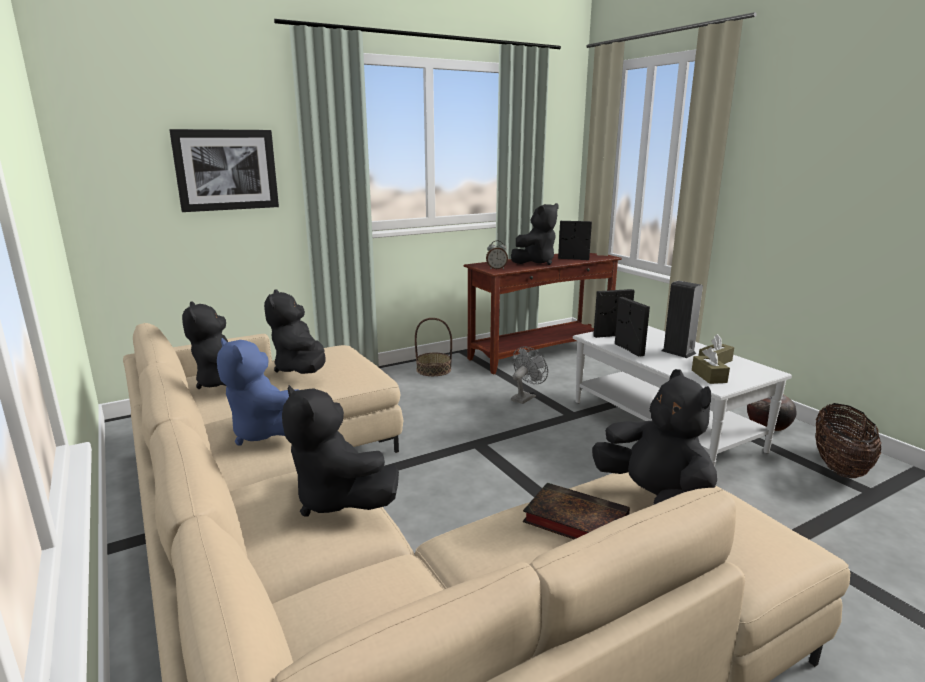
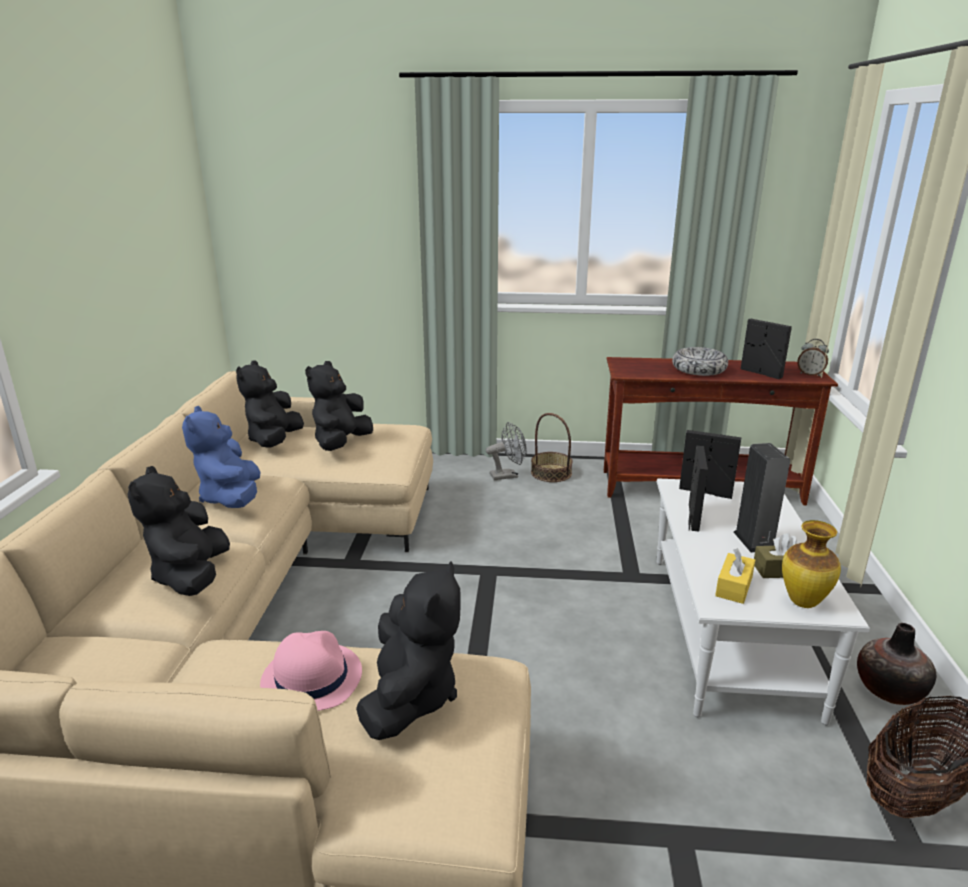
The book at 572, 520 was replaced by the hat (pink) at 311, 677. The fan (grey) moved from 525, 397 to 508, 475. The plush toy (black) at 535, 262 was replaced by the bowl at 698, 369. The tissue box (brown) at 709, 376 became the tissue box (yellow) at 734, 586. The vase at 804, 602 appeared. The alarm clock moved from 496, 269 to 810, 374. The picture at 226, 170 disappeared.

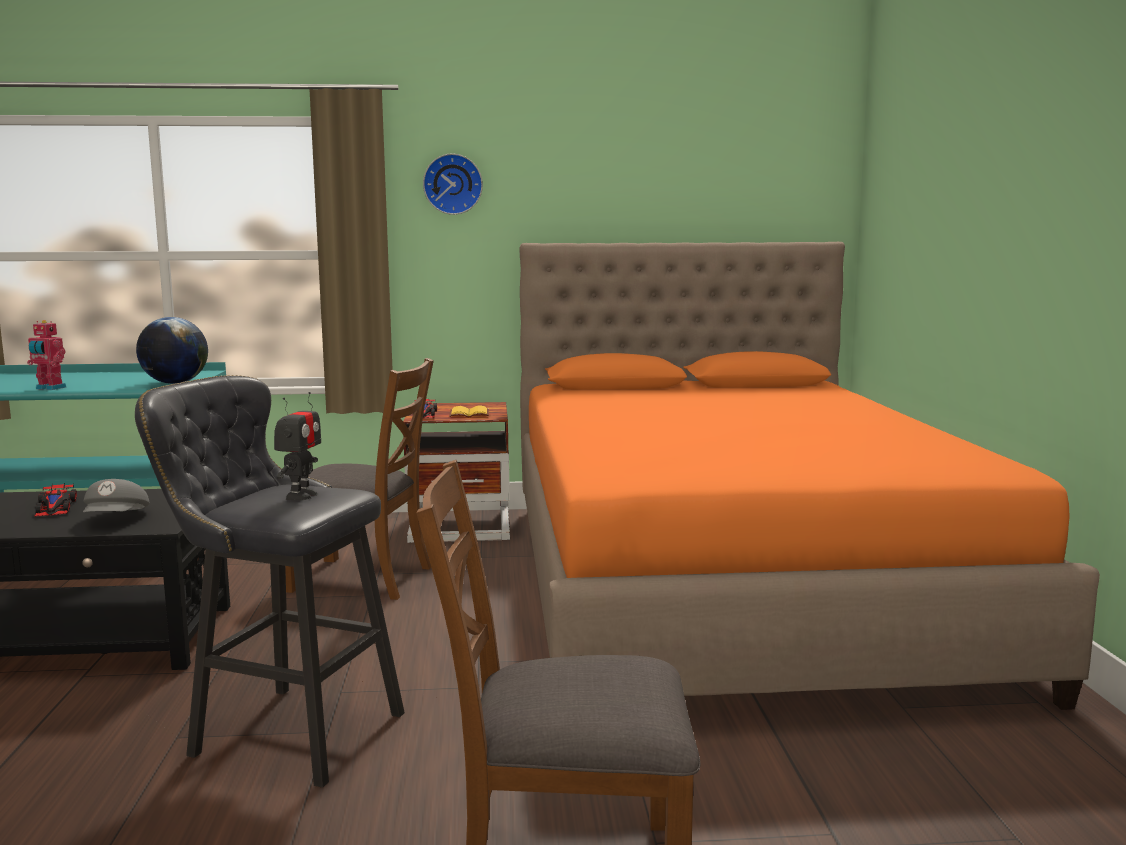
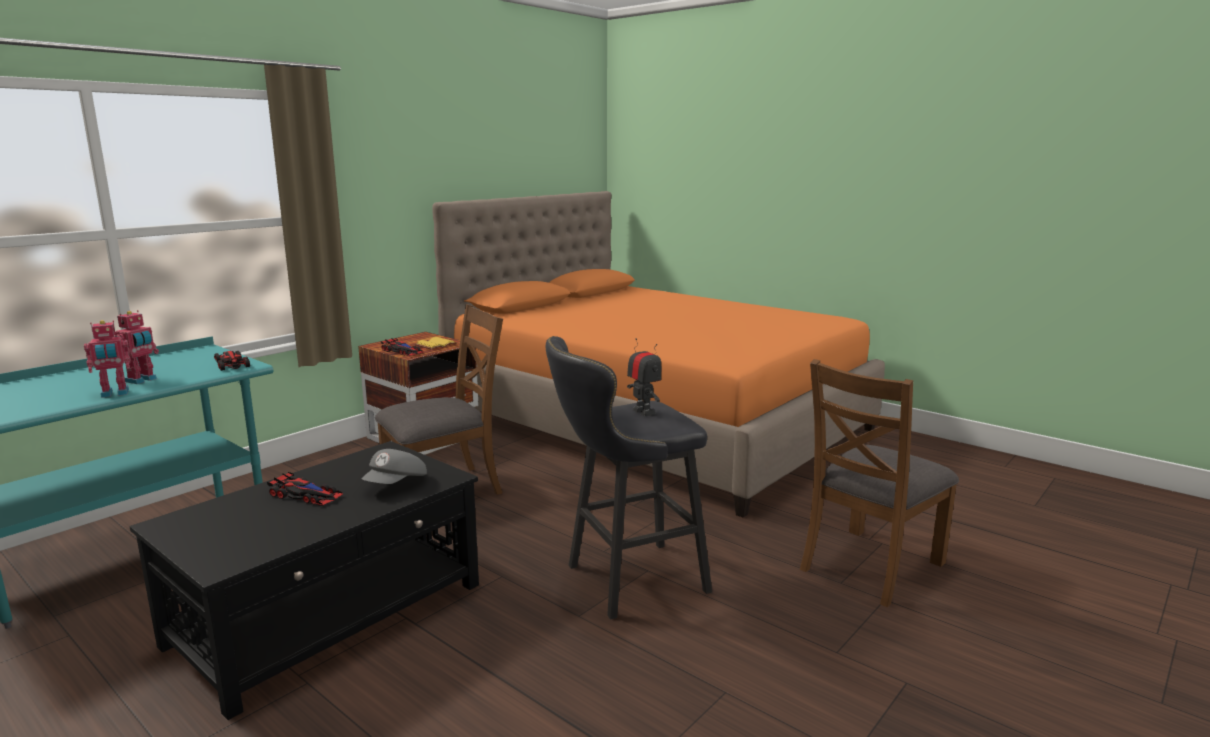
The toy robot at 142, 380 appeared. The globe at 175, 383 was replaced by the toy car at 231, 363. The cap (grey) at 117, 519 turned 75 degrees clockwise. The wall clock at 453, 184 disappeared.

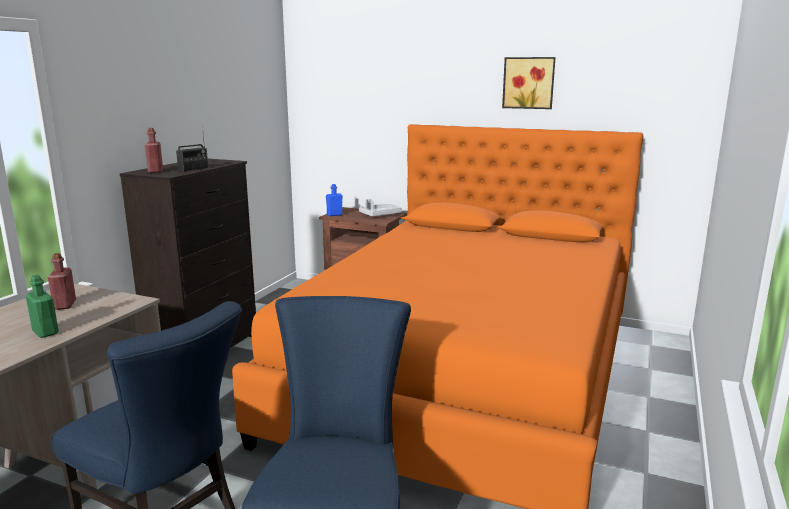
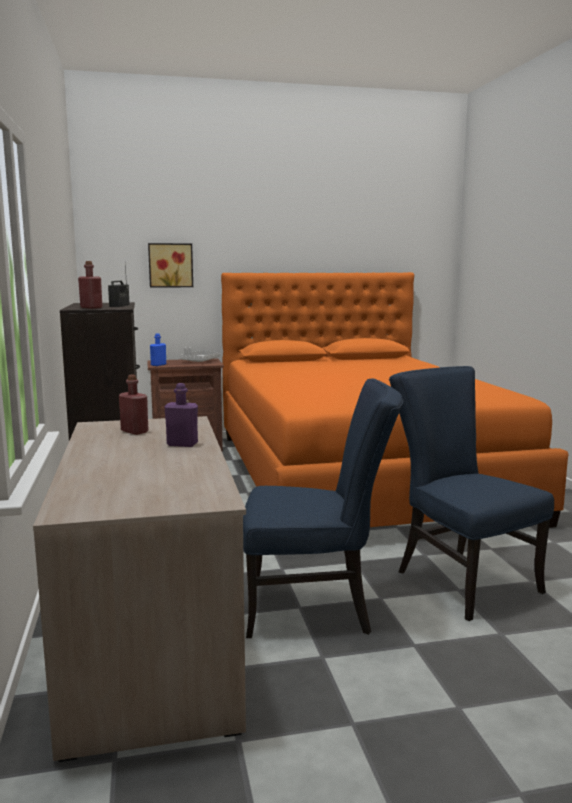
The picture moved from 528, 83 to 170, 265. The bottle (green) at 45, 332 became the bottle (purple) at 182, 444.

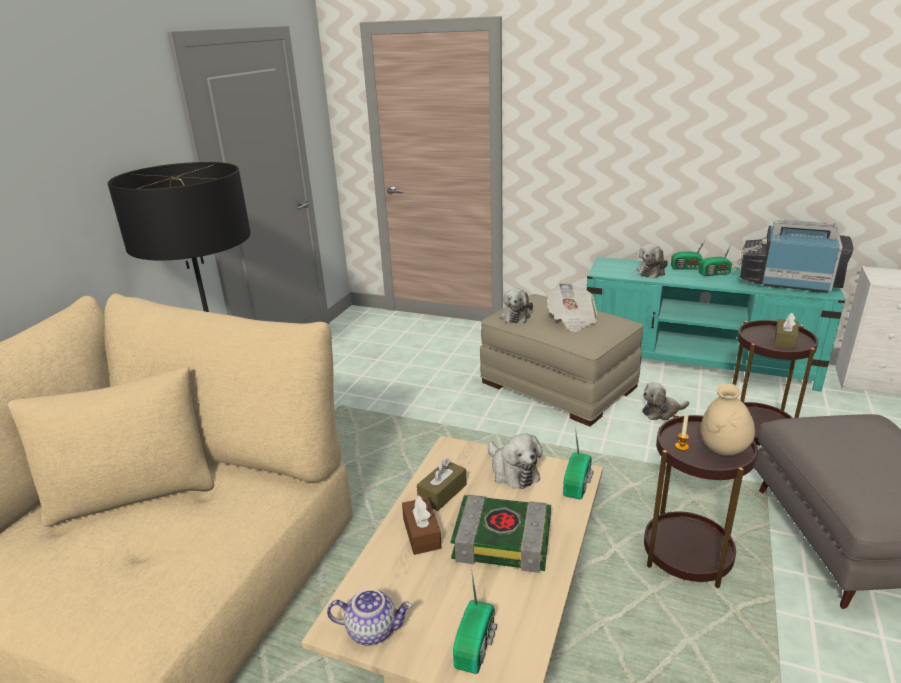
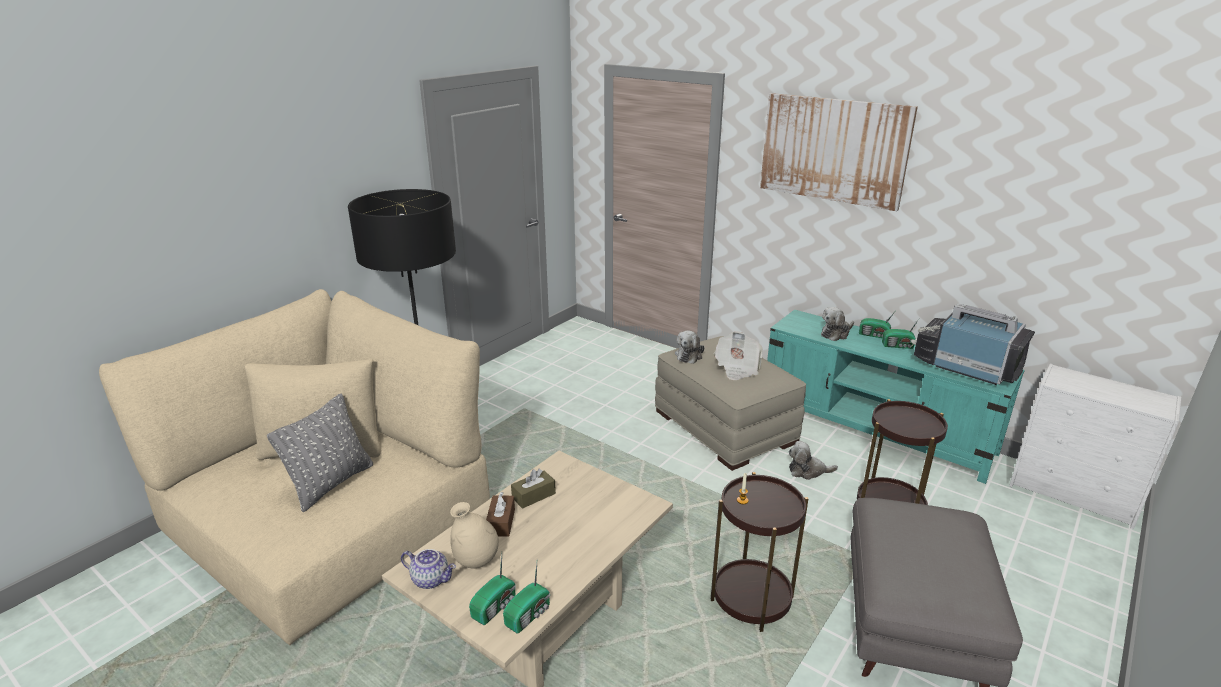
The pillow (grey) at 331, 484 appeared. The vase (beige) moved from 723, 450 to 476, 562. The radio moved from 578, 483 to 529, 615. The picture at 833, 150 appeared. The book at 504, 539 disappeared. The plush toy at 512, 471 disappeared. The tissue box (brown) at 784, 340 disappeared.

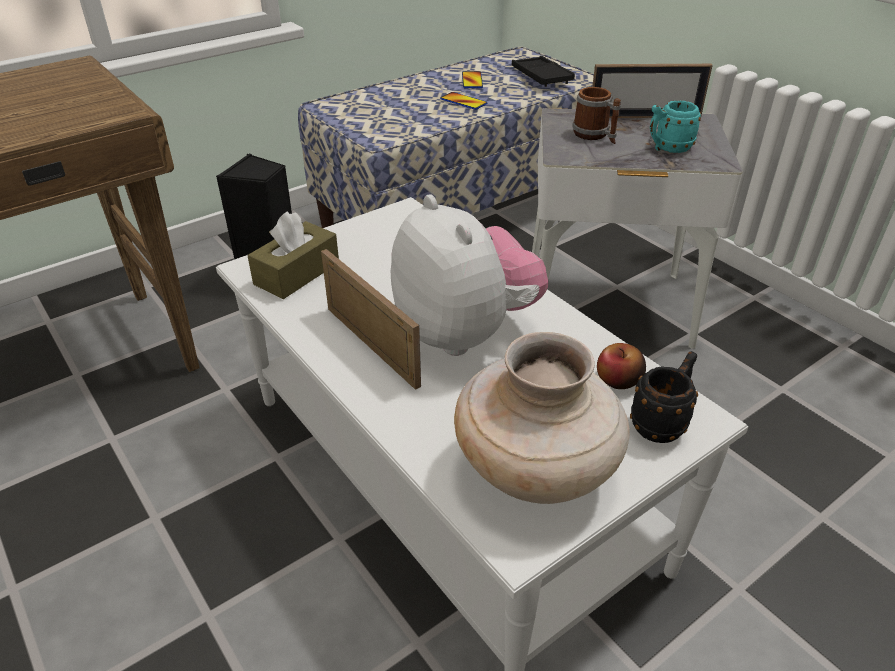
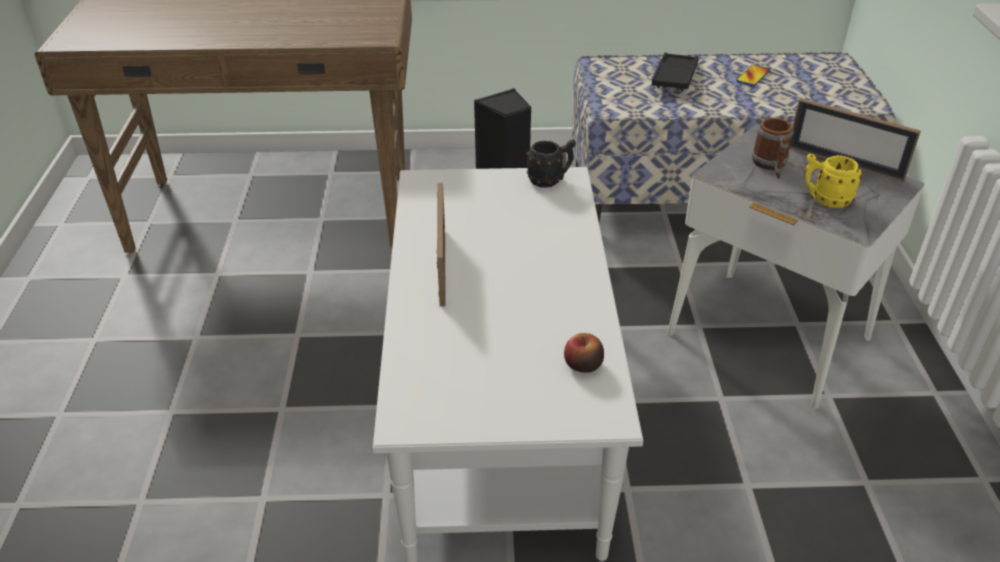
The mug (black) moved from 662, 422 to 550, 180. The tray (black) moved from 541, 77 to 674, 77. The mug (turquoise) at 667, 148 became the mug (yellow) at 824, 199. The tissue box (brown) at 297, 273 disappeared. The plush toy at 465, 332 disappeared. The phone at 463, 102 disappeared. The vase (beige) at 537, 471 disappeared.

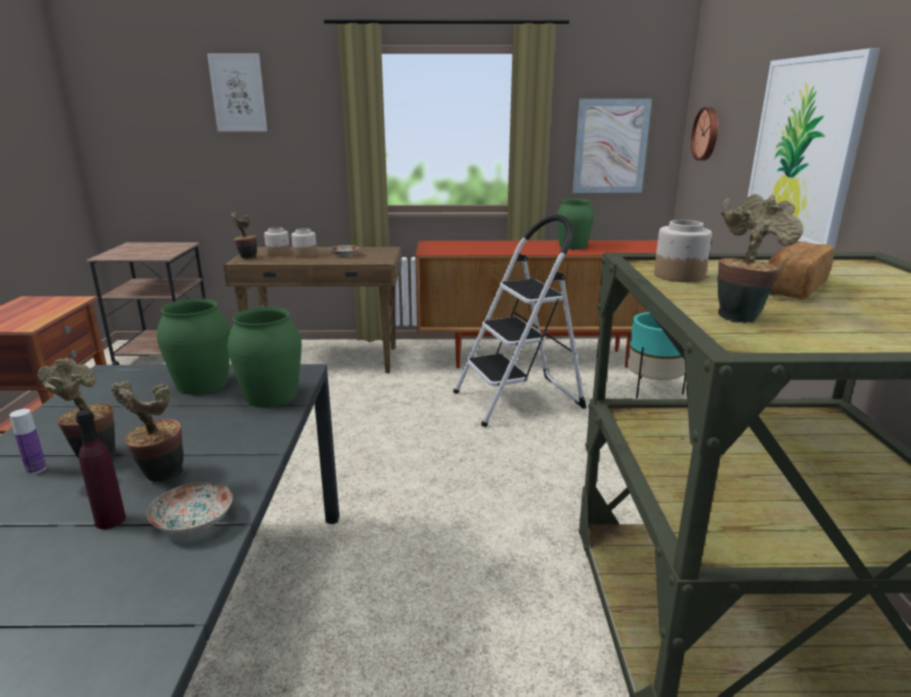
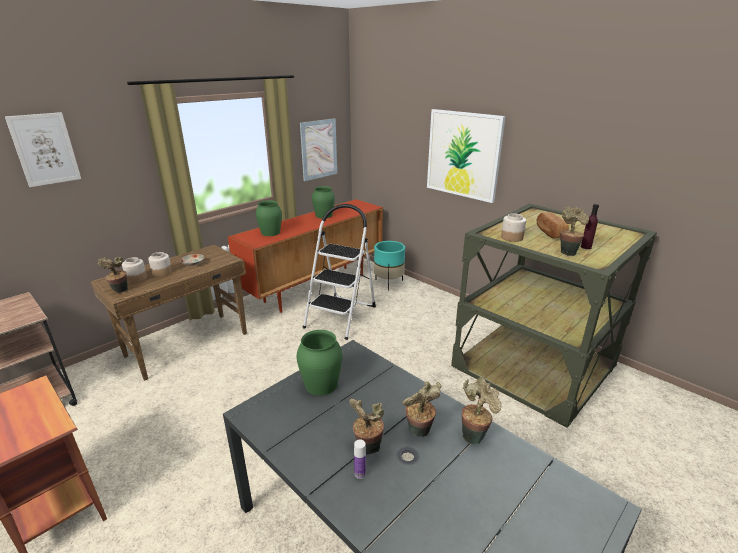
The vase (green) moved from 270, 395 to 270, 233. The plate at 194, 520 was replaced by the potted plant at 474, 435. The bottle (purple) moved from 110, 520 to 586, 247. The wall clock at 707, 134 disappeared.

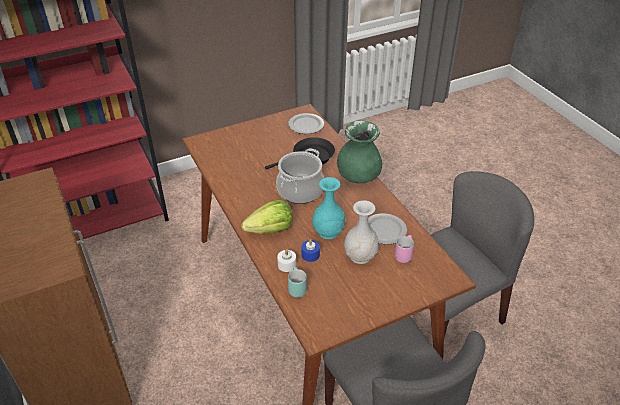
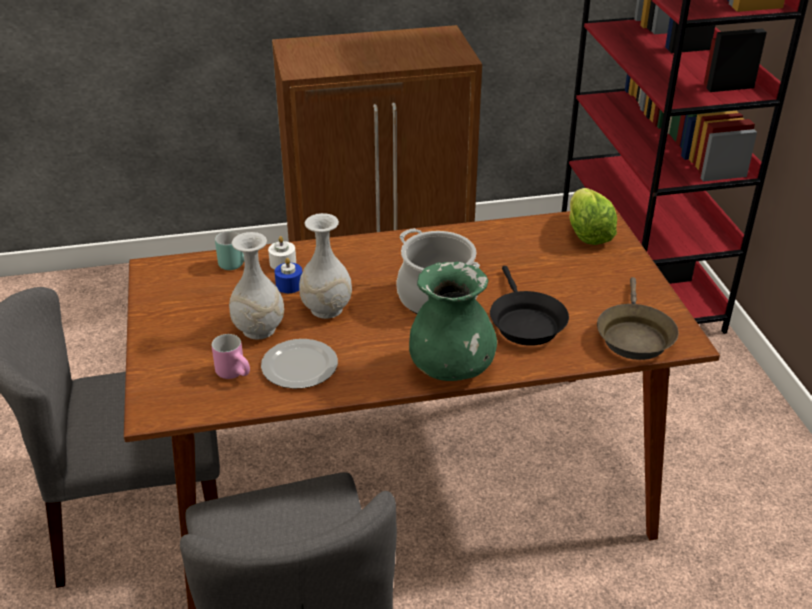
The vase (turquoise) at 328, 232 became the vase (white) at 326, 309. The lettuce moved from 271, 230 to 587, 234. The plate at 306, 125 was replaced by the frying pan (brown) at 633, 336.

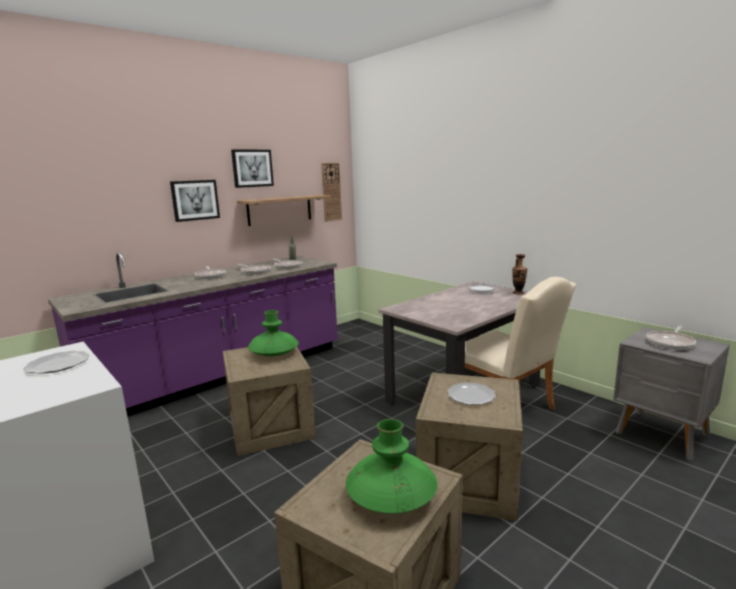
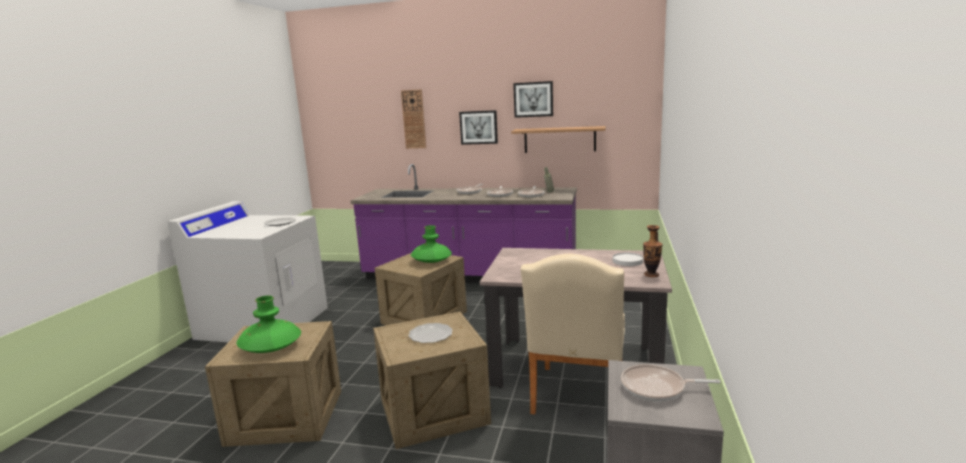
The wall clock moved from 331, 192 to 414, 119.

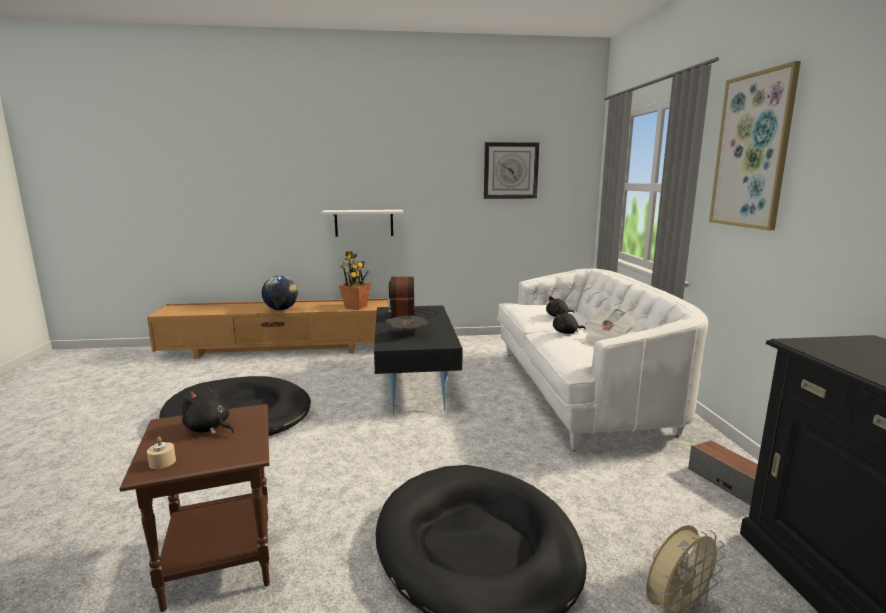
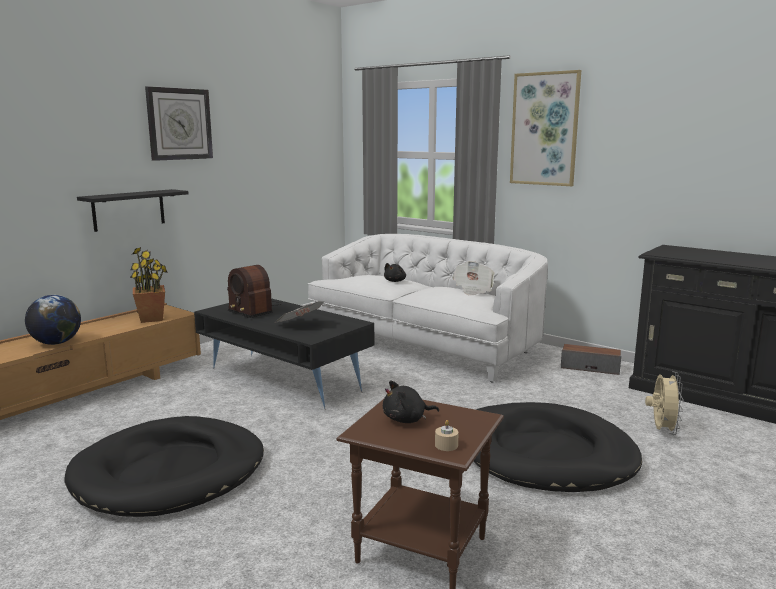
The shelf (white) at 364, 223 became the shelf (black) at 129, 210. The wall clock moved from 510, 170 to 179, 124. The plush toy (black) at 566, 333 disappeared.

